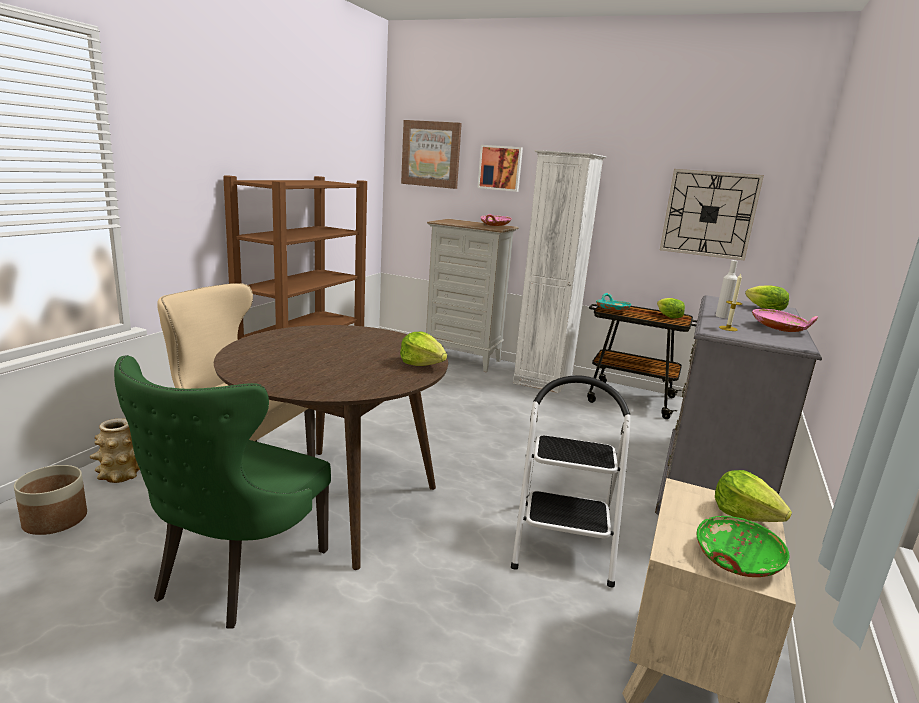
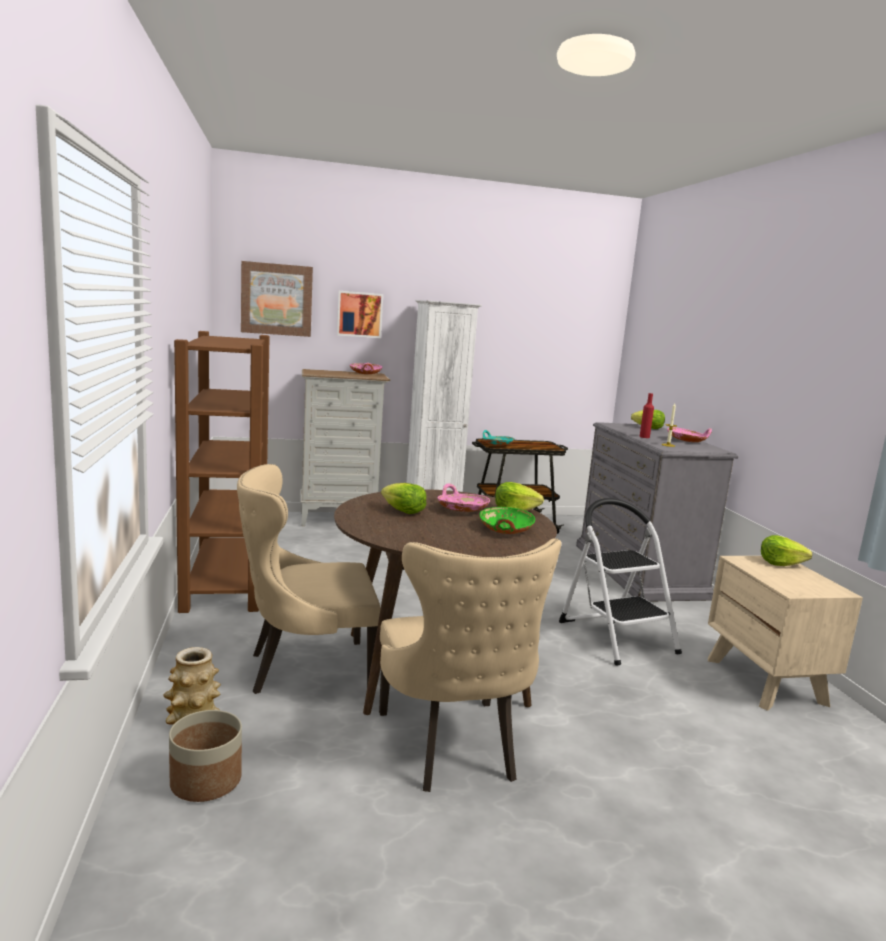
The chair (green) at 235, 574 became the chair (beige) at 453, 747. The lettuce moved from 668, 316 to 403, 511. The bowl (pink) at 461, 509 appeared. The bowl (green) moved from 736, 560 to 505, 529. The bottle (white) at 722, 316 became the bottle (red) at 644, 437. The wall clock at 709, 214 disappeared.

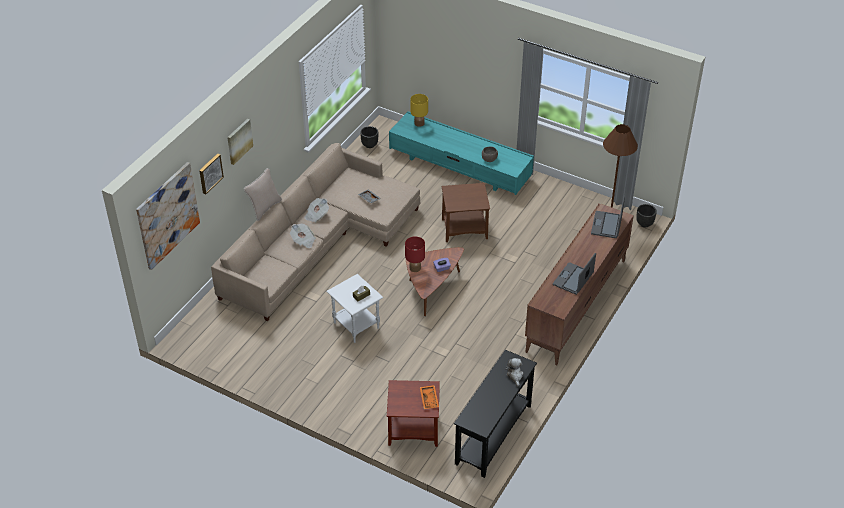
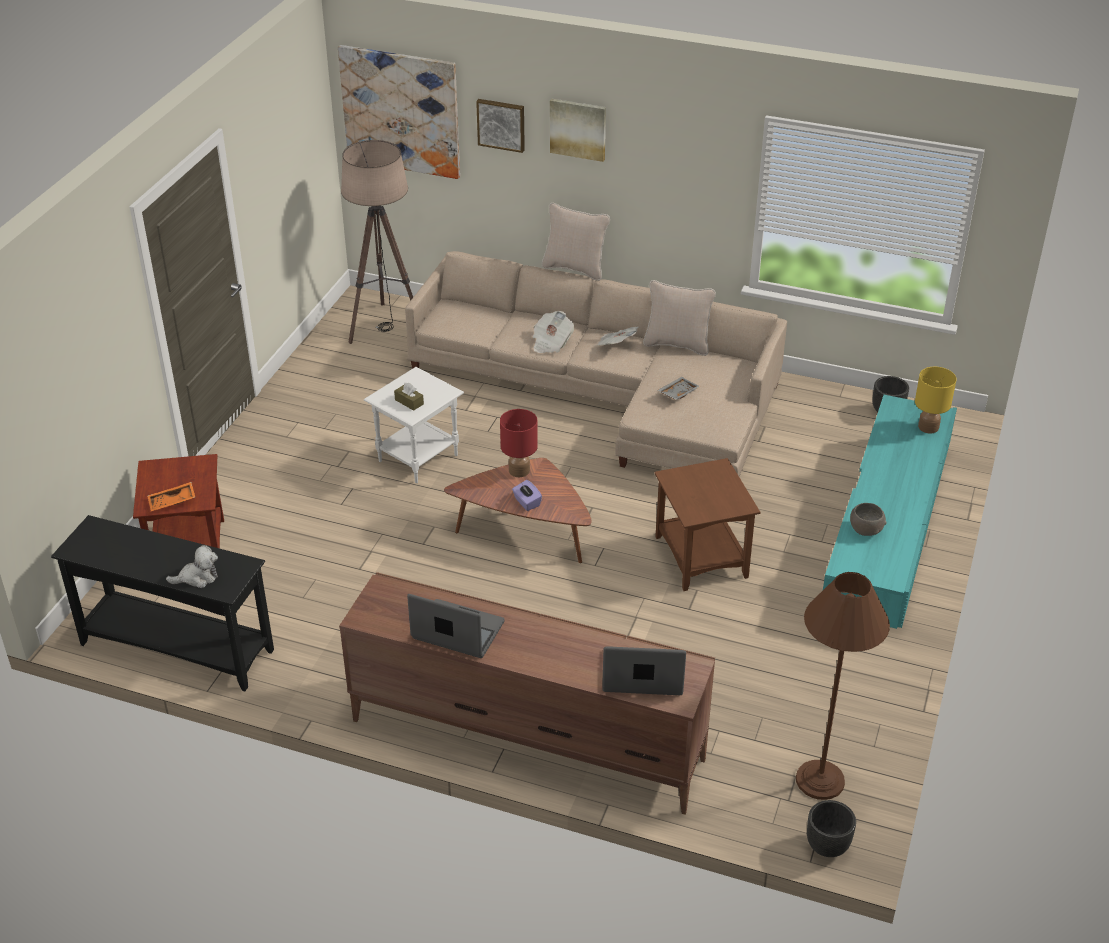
The floor lamp at 386, 327 appeared. The pillow (beige) at 677, 344 appeared.

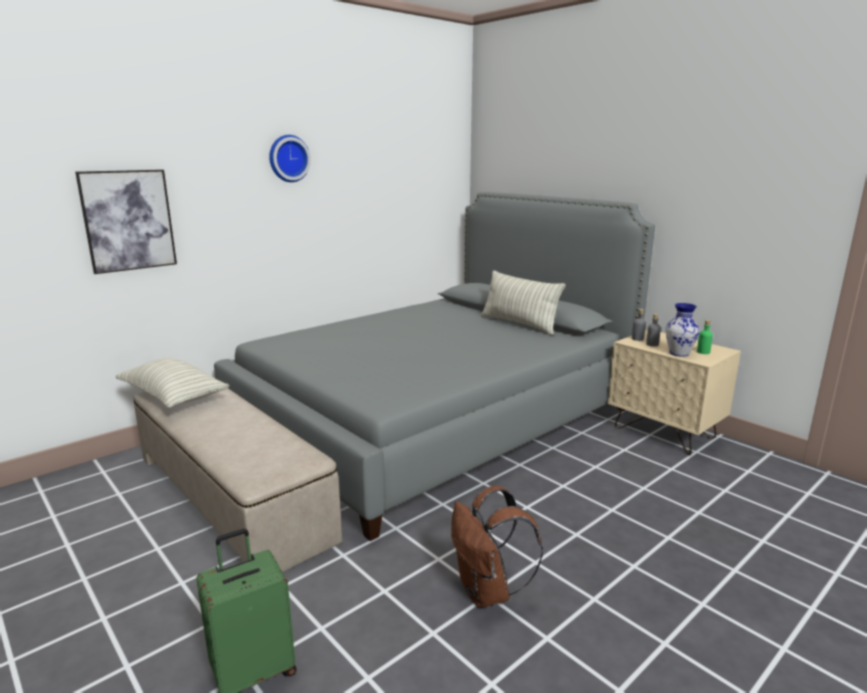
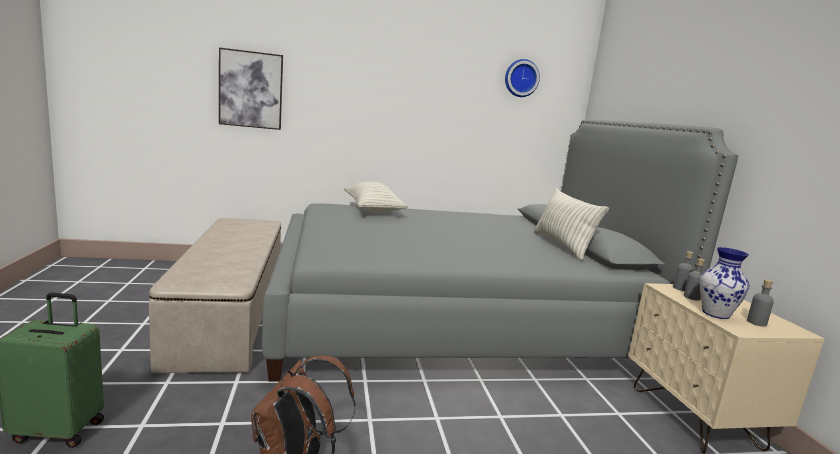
The pillow moved from 173, 397 to 372, 210. The wall clock moved from 288, 158 to 521, 78. The bottle (green) at 703, 352 became the bottle (grey) at 756, 322.

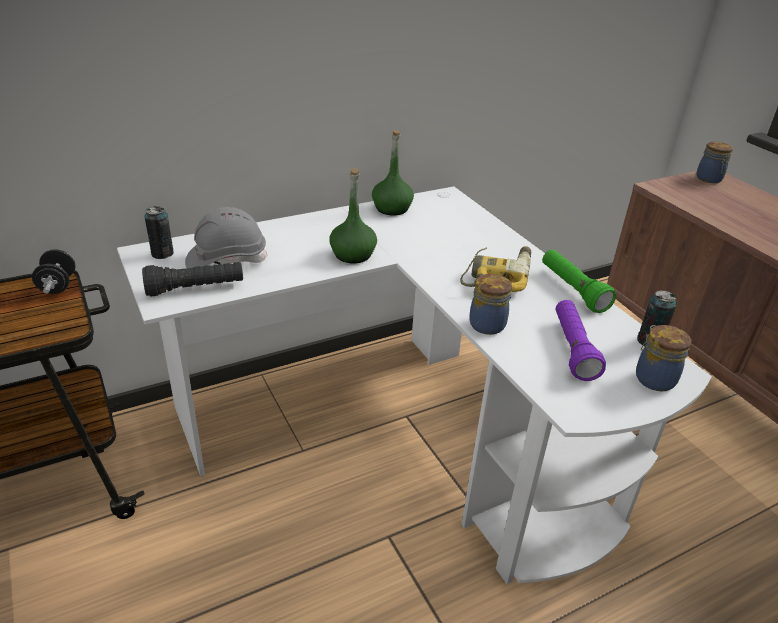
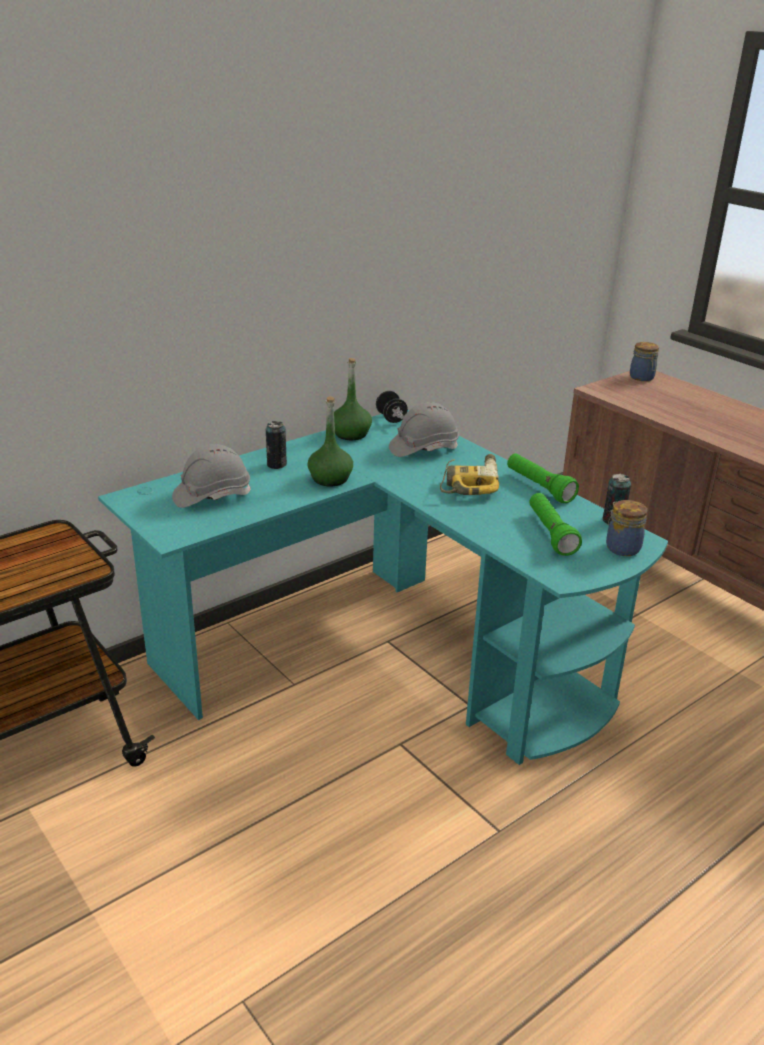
The desk (white) at 400, 429 became the desk (turquoise) at 385, 653. The can moved from 162, 254 to 276, 465. The dumbbell (black) moved from 58, 285 to 391, 418. The hard hat (grey) at 423, 448 appeared. The flashlight (purple) at 572, 349 became the flashlight (green) at 550, 533. The flashlight (black) at 195, 289 disappeared. The jar at 486, 324 disappeared.

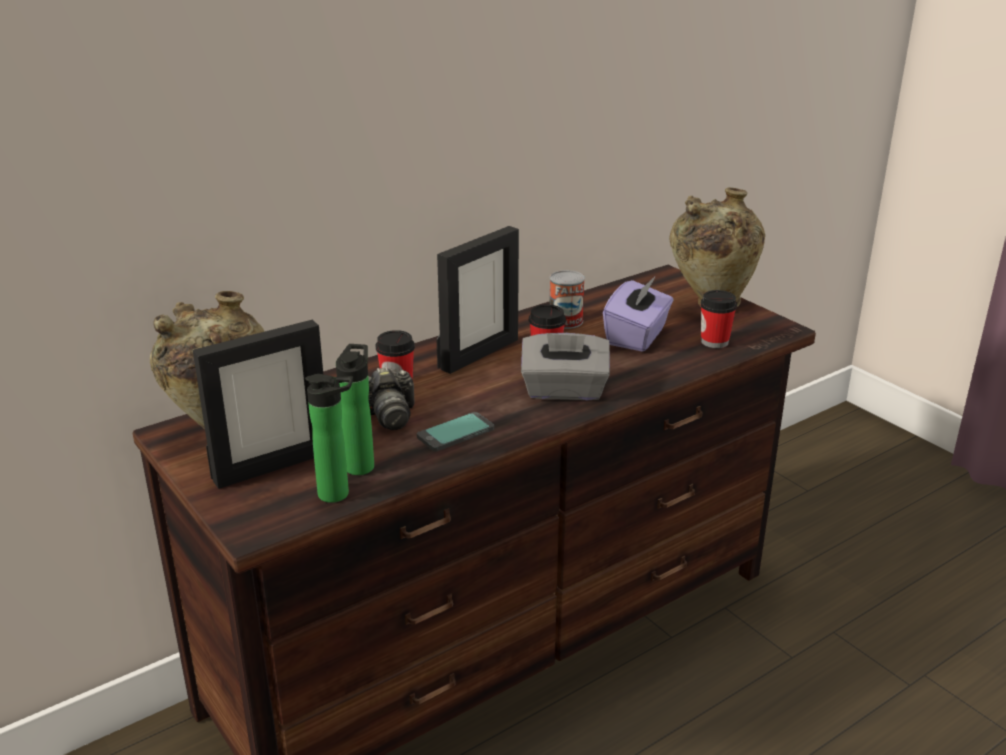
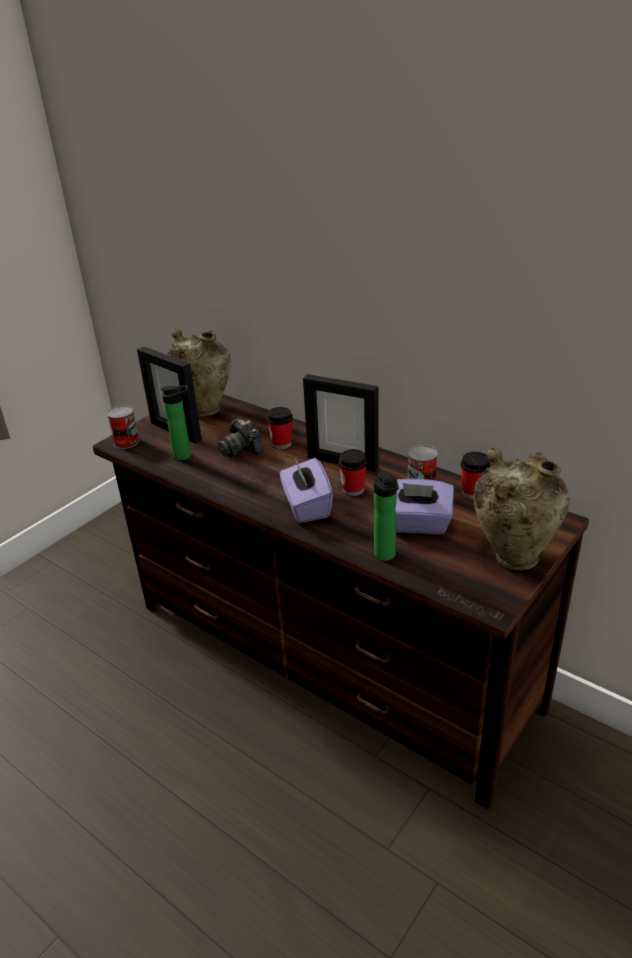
The can at 126, 442 appeared. The tissue box (grey) at 564, 391 became the tissue box (purple) at 306, 506. The bottle moved from 338, 494 to 386, 556. The cup moved from 714, 342 to 473, 492. The phone at 456, 433 disappeared.

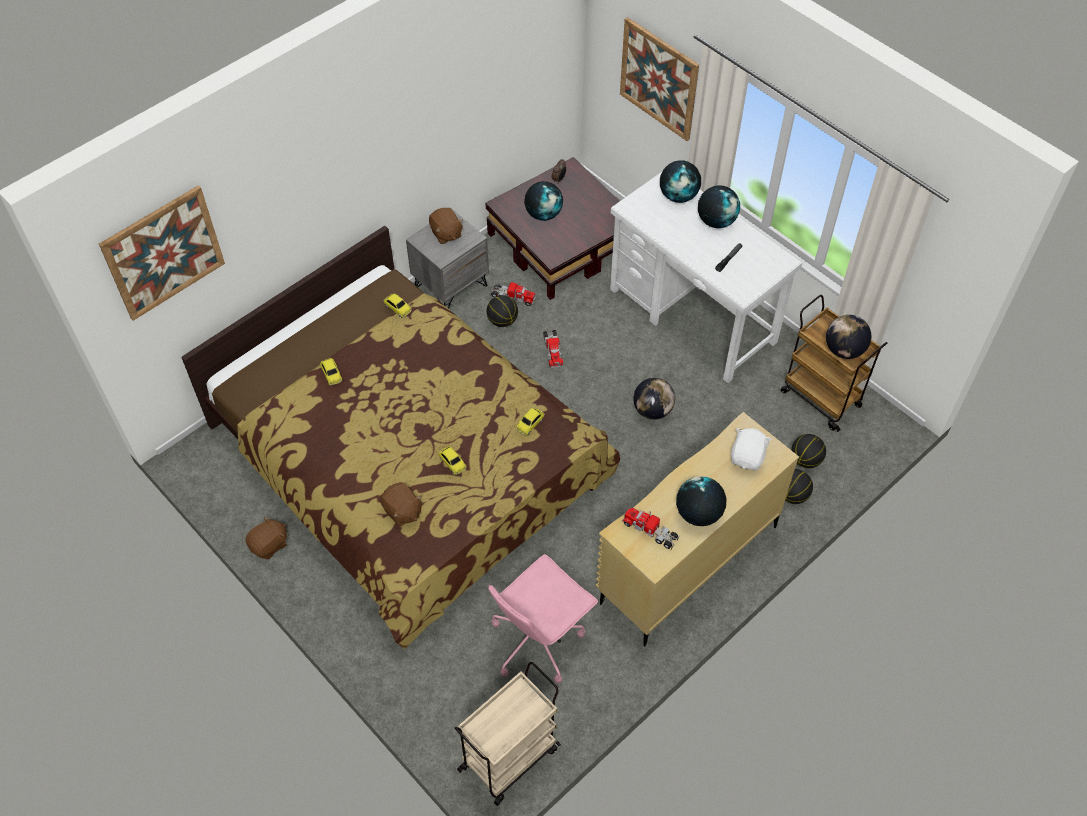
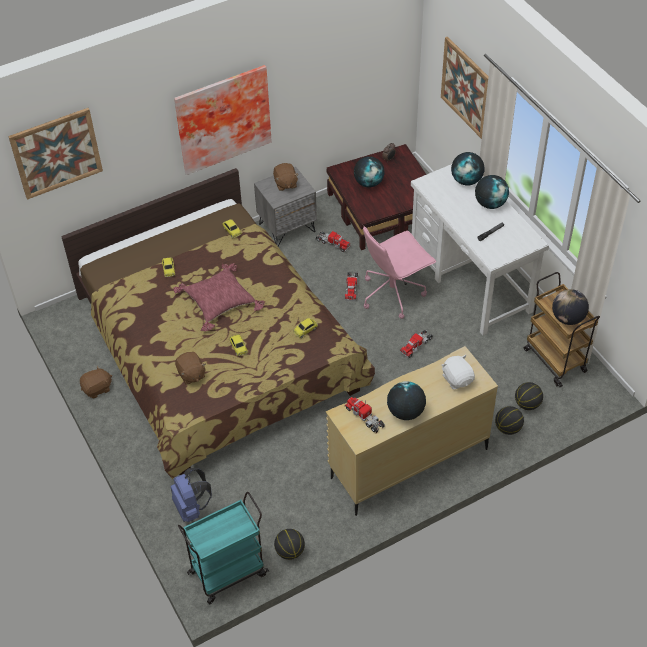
The backpack (blue) at 192, 507 appeared. The pillow (red) at 219, 300 appeared. The picture at 222, 118 appeared. The cart (beige) at 509, 759 became the cart (turquoise) at 227, 574. The basketball moved from 502, 320 to 290, 551. The office chair (pink) moved from 539, 639 to 394, 293. The globe at 652, 410 was replaced by the toy truck at 416, 345. The plush toy (white) at 748, 457 turned 60 degrees counterclockwise.

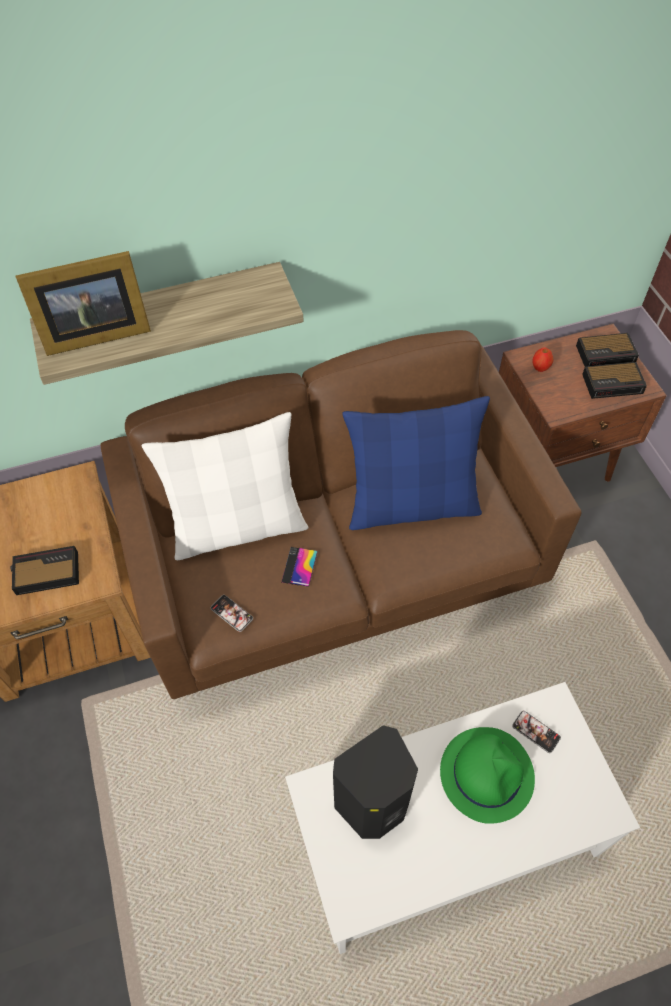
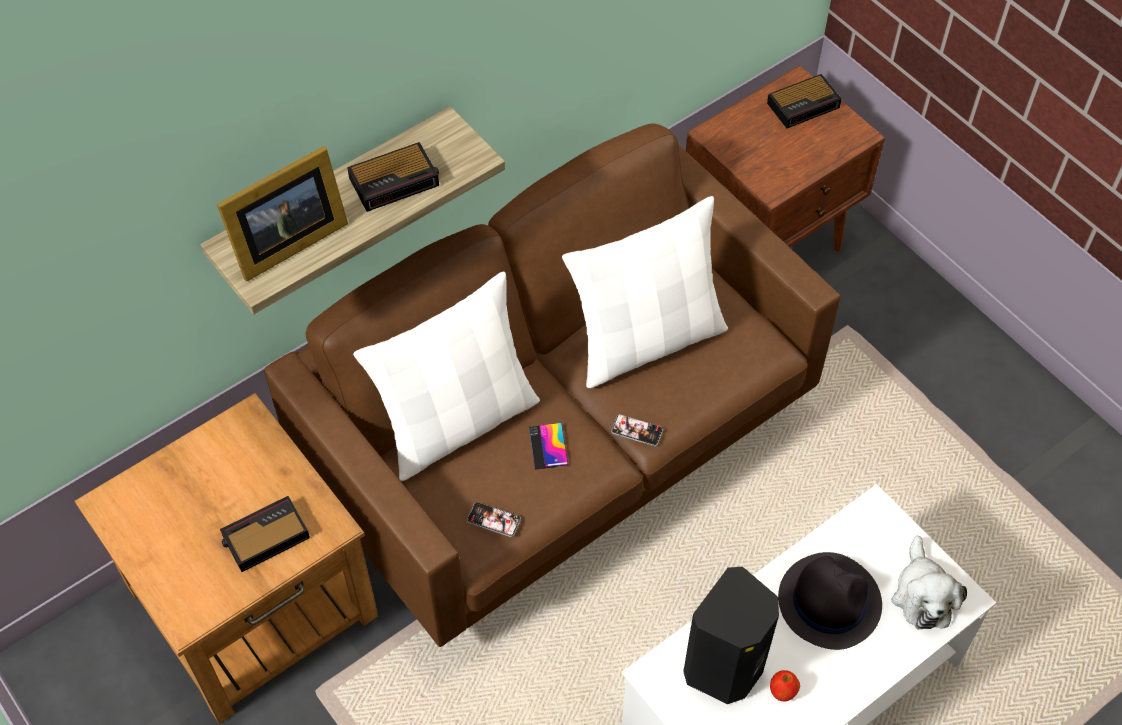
The alarm clock moved from 613, 384 to 396, 181. The pillow (blue) at 412, 505 became the pillow (white) at 646, 340. The phone moved from 536, 732 to 637, 430. The apple moved from 540, 367 to 782, 692. The hat (green) at 486, 773 became the hat (black) at 829, 600. The plush toy at 923, 594 appeared.

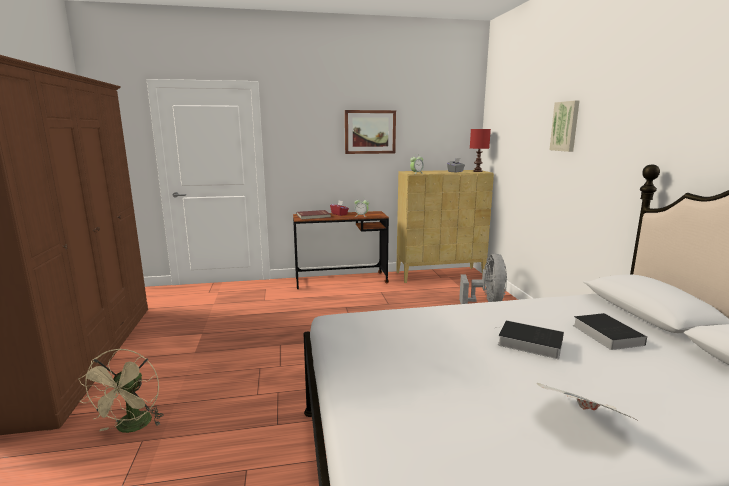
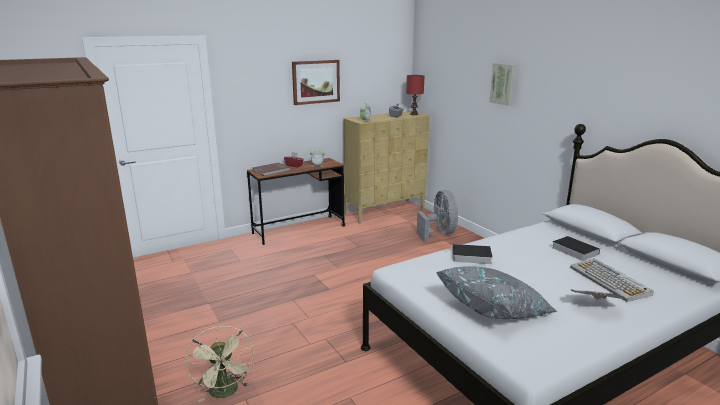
The pillow (grey) at 494, 310 appeared. The book moved from 528, 342 to 470, 256. The keyboard at 610, 281 appeared.

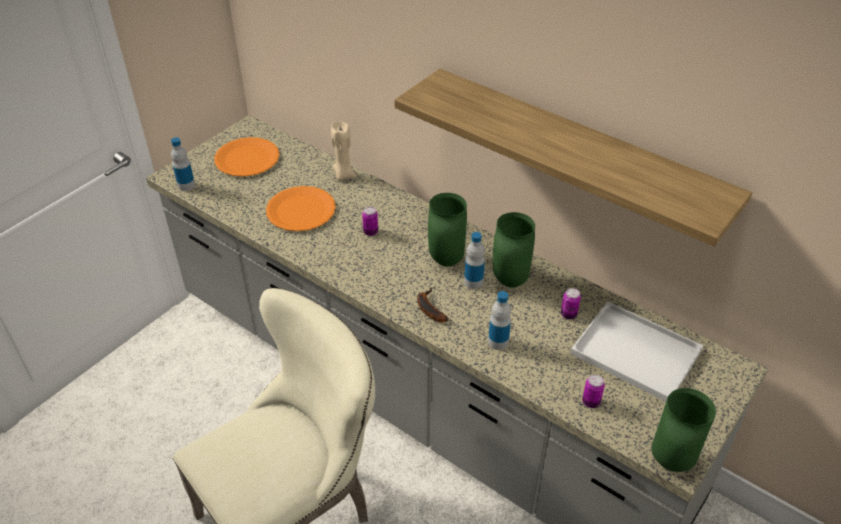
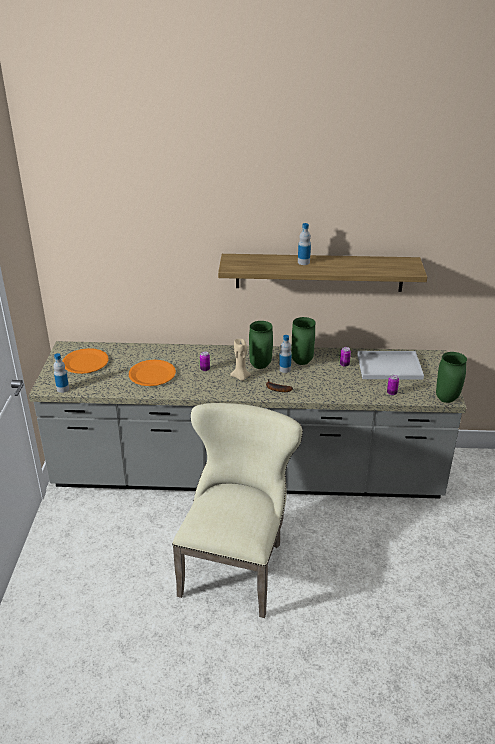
The candle (beige) moved from 343, 175 to 240, 377. The bottle moved from 498, 342 to 303, 262.

